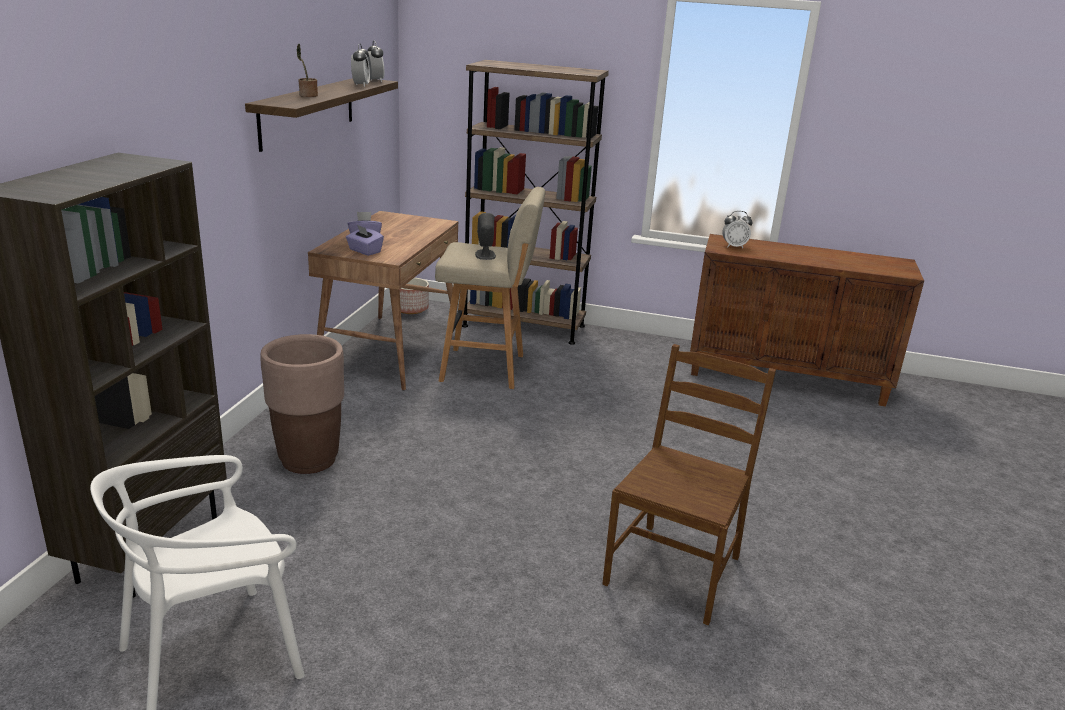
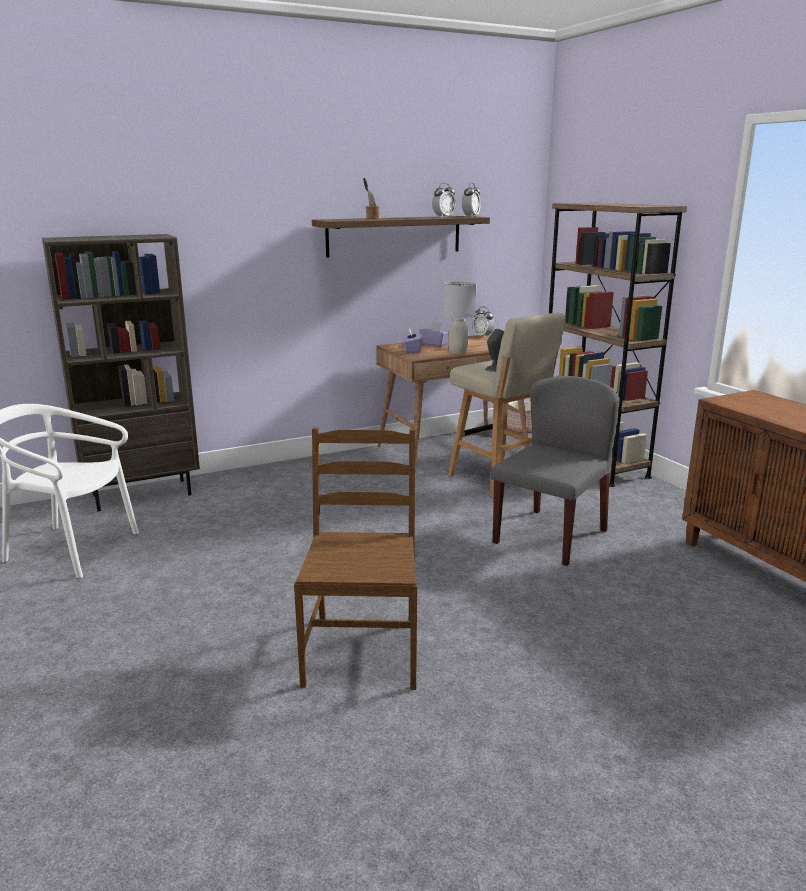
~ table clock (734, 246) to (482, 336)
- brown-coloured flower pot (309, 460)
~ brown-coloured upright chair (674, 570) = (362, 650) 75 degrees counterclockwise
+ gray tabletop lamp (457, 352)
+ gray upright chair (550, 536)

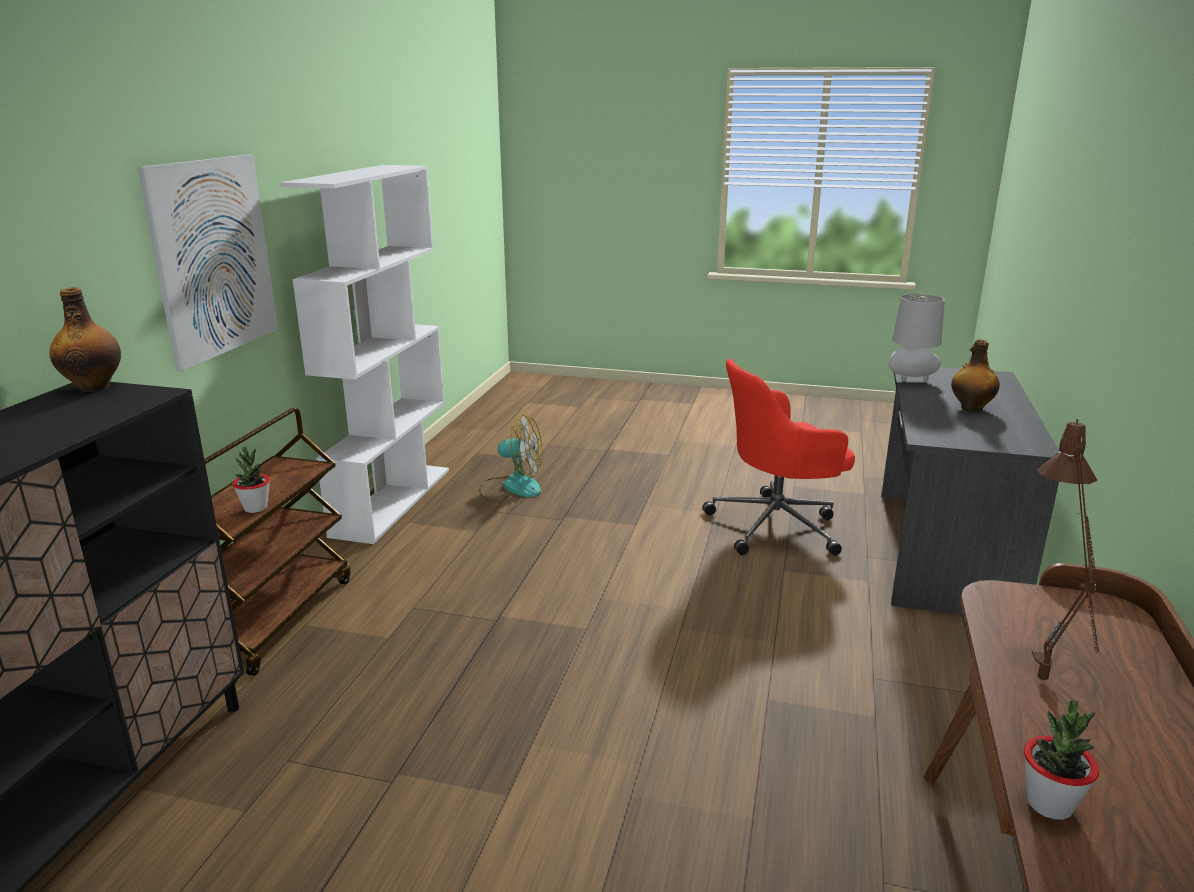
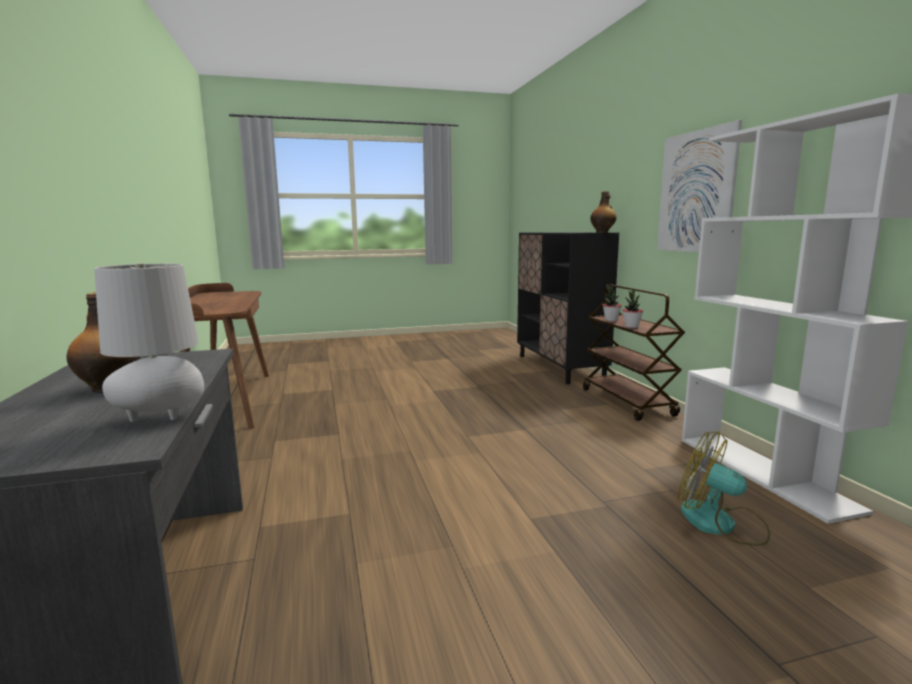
- red-coloured computer chair (777, 526)
~ fan (512, 487) = (720, 523) 60 degrees clockwise
- brown-coloured tabletop lamp (1045, 689)
~ potted plant (1049, 804) to (631, 326)

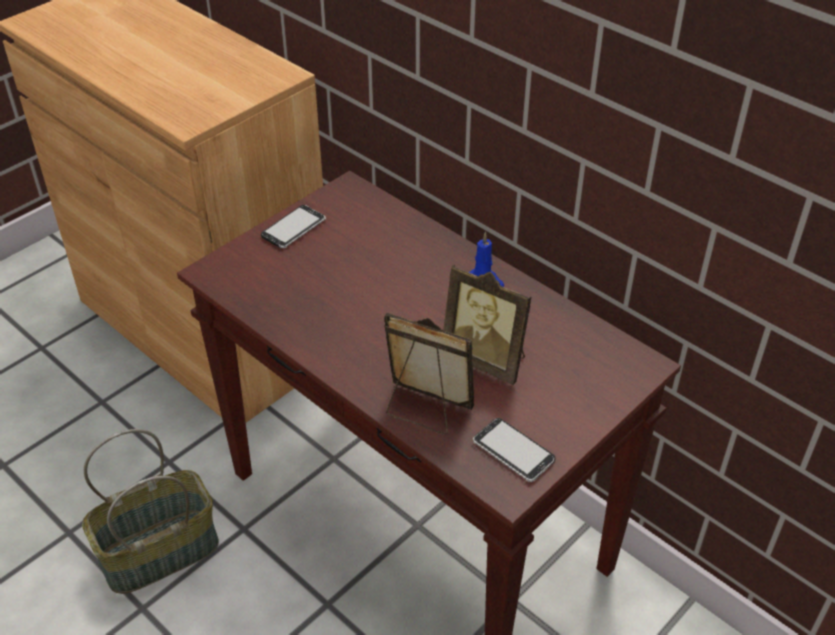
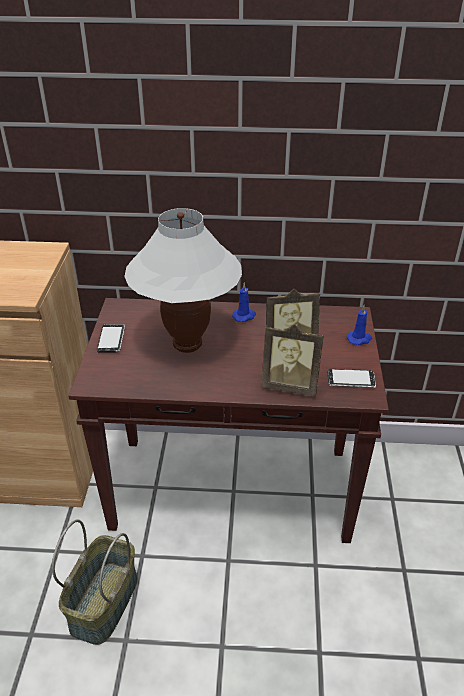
~ picture frame (425, 410) = (290, 385) 150 degrees counterclockwise
+ white-coloured tabletop lamp (187, 344)
+ blue-coloured wax light (359, 339)

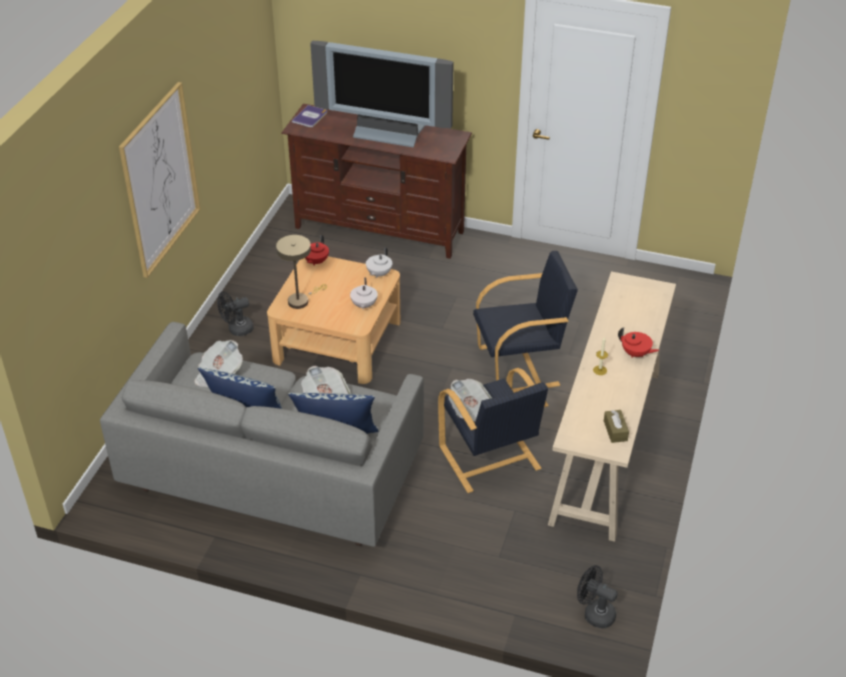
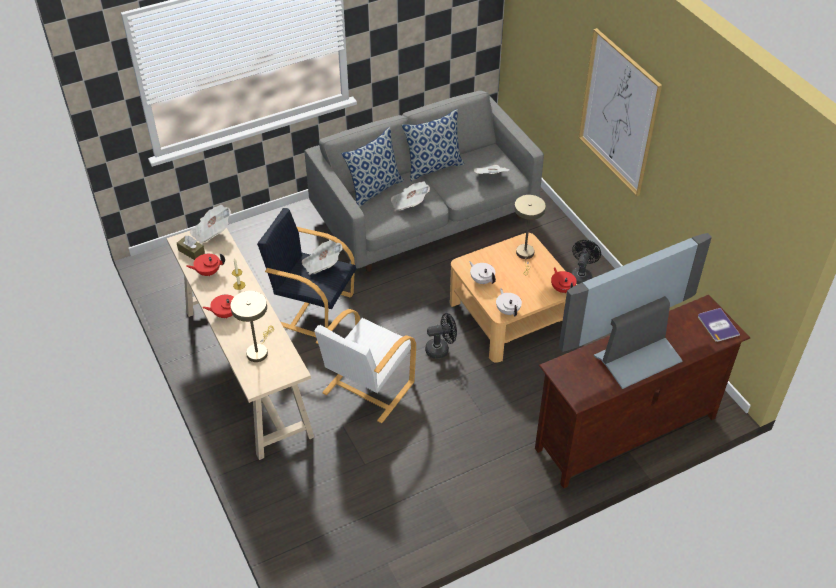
~ black armchair (520, 366) to white-coloured armchair (367, 388)
~ black fan (594, 613) to (441, 349)
+ newspaper (211, 232)
+ red-coloured tea pot (208, 272)
+ sand-coloured tabletop lamp (258, 351)

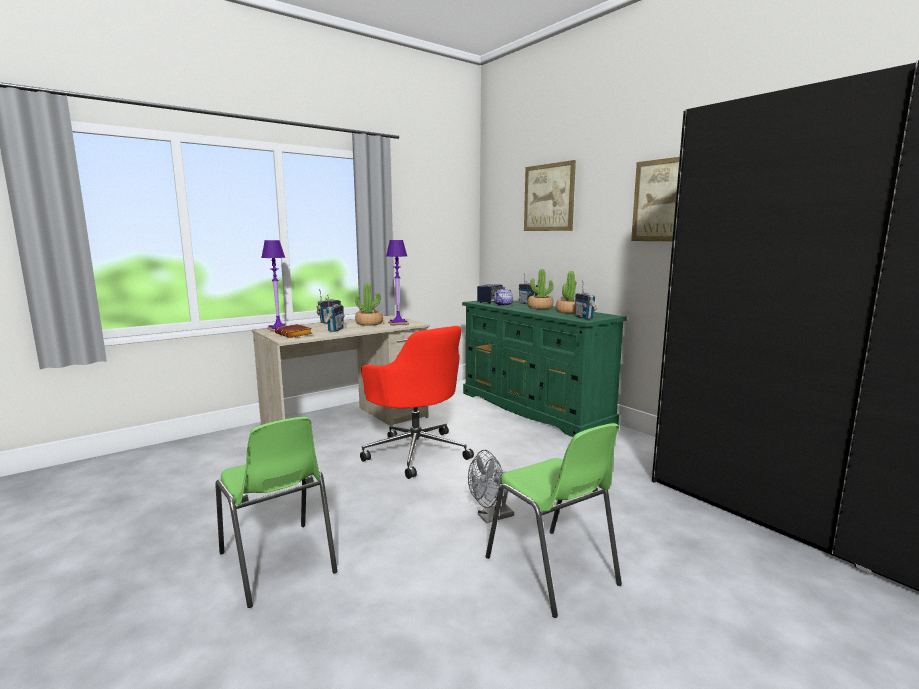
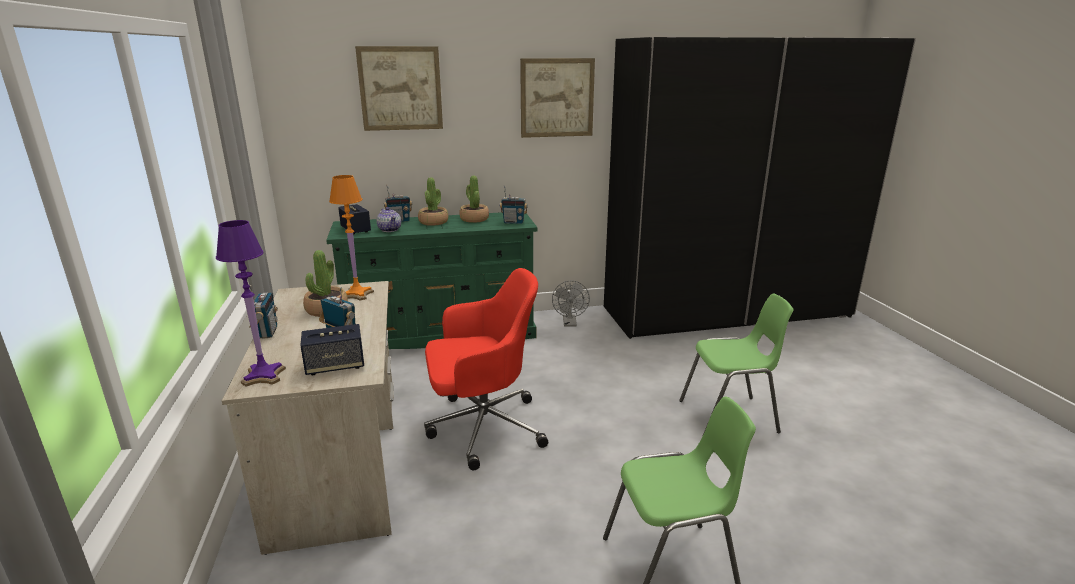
~ purplish tabletop lamp (398, 323) to orange tabletop lamp (357, 294)
~ brown-coloured volume (295, 334) to speaker (335, 366)
~ gray fan (490, 517) to (570, 324)

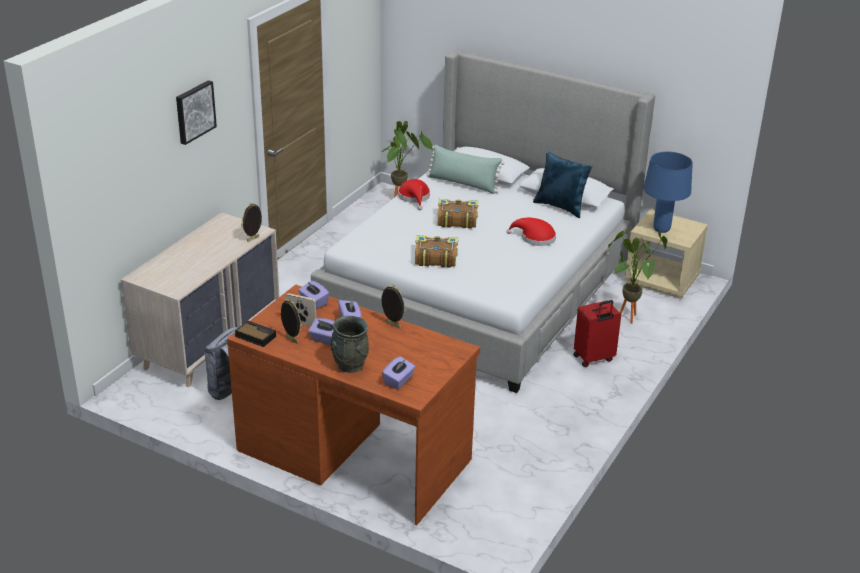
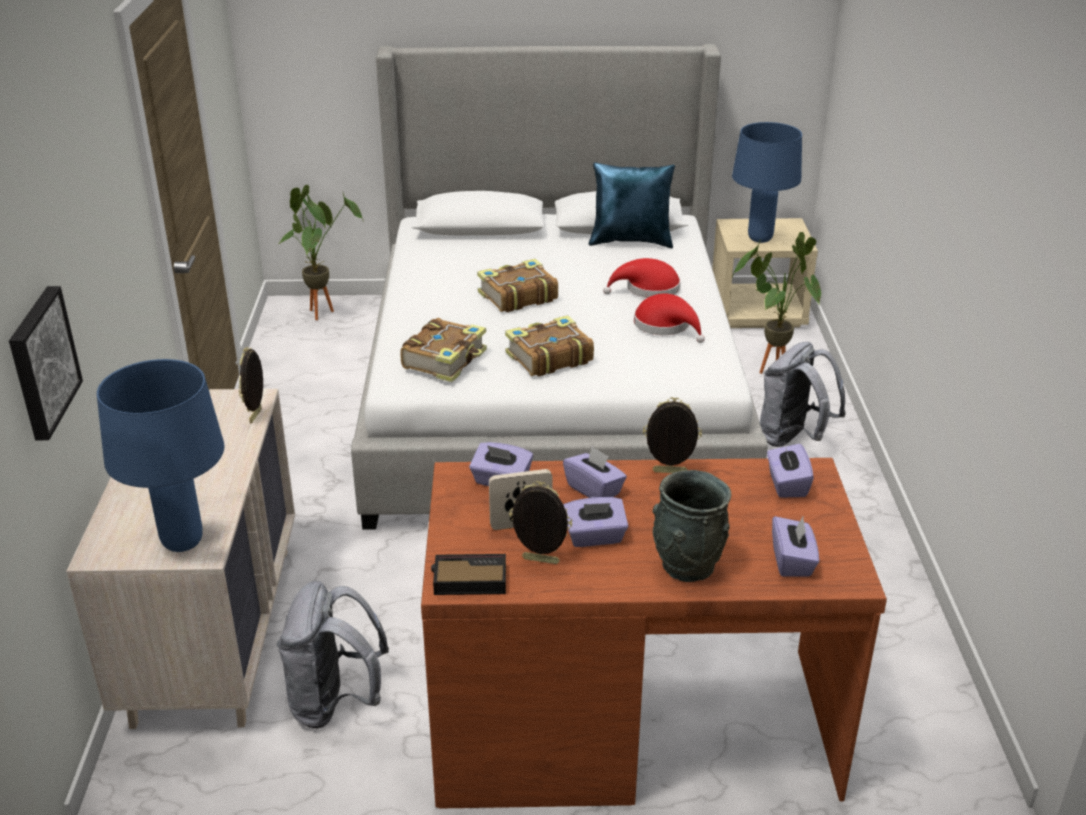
~ picture (194, 111) to (41, 362)
- green-coloured cushion (463, 184)
~ red-coloured clothing hat (414, 197) to (665, 326)
~ red-coloured suitcase (594, 358) to gray backpack (793, 439)
+ volume (446, 360)
+ blue-coloured tabletop lamp (183, 542)
+ purplish tissue box (786, 484)

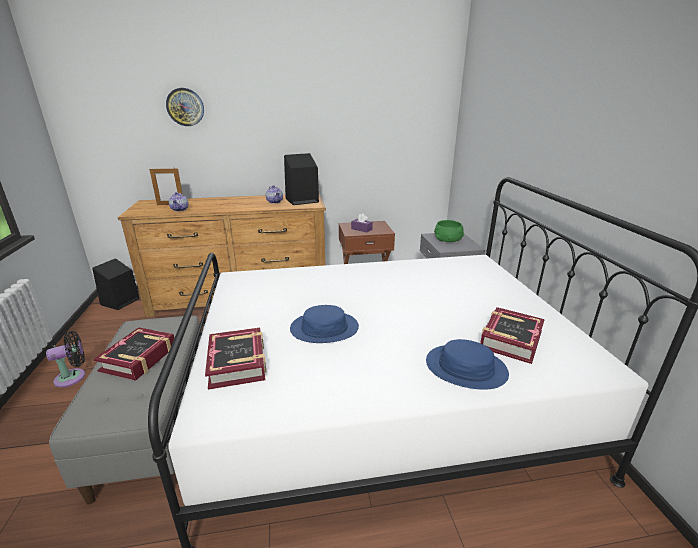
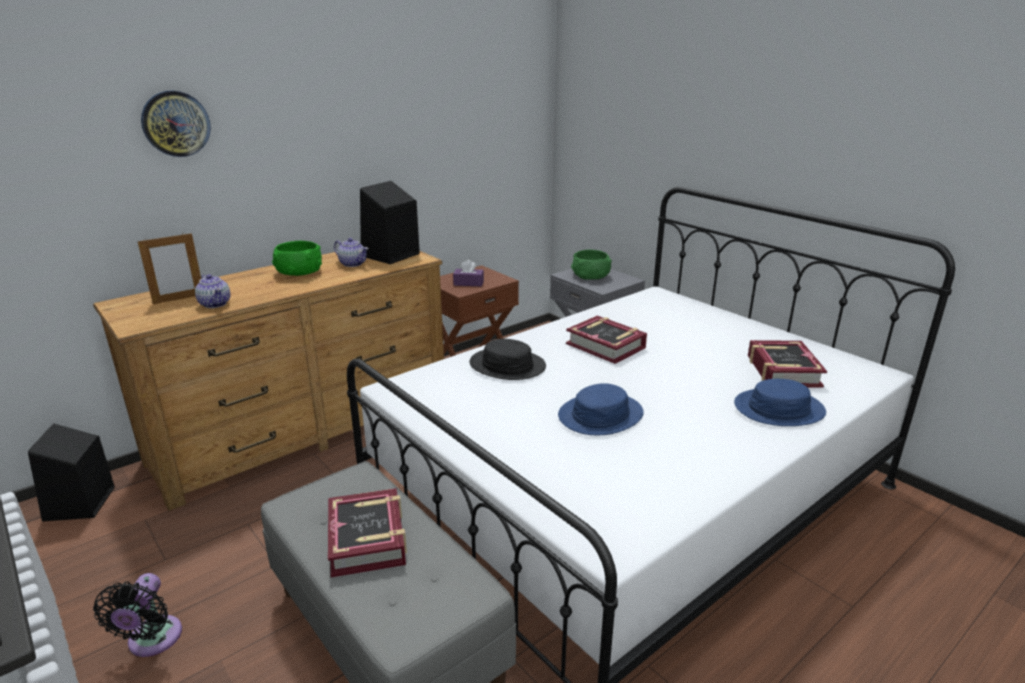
~ volume (238, 363) to (606, 346)
~ black fan (73, 377) = (152, 641) 150 degrees clockwise
+ green-coloured bowl (299, 272)
+ black clothing hat (507, 365)

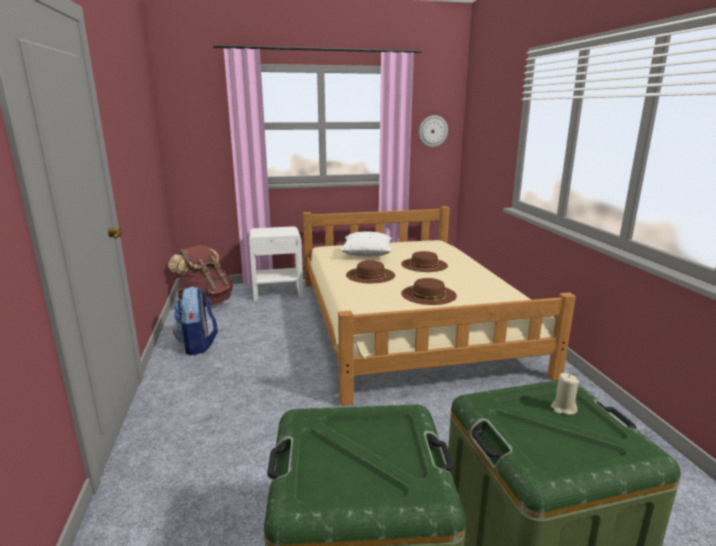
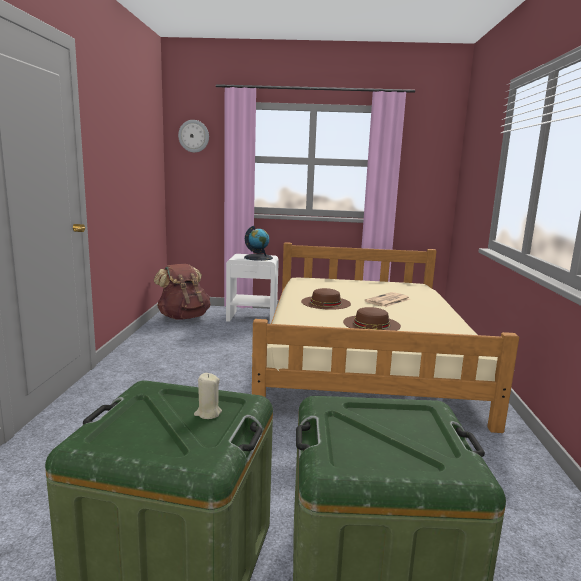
~ wall clock (433, 131) to (194, 136)
- white-coloured cushion (367, 254)
~ brown-coloured clothing hat (424, 265) to newspaper (387, 300)
- backpack (198, 345)
~ sand-coloured wax light (563, 408) to (208, 413)
+ world globe (258, 257)

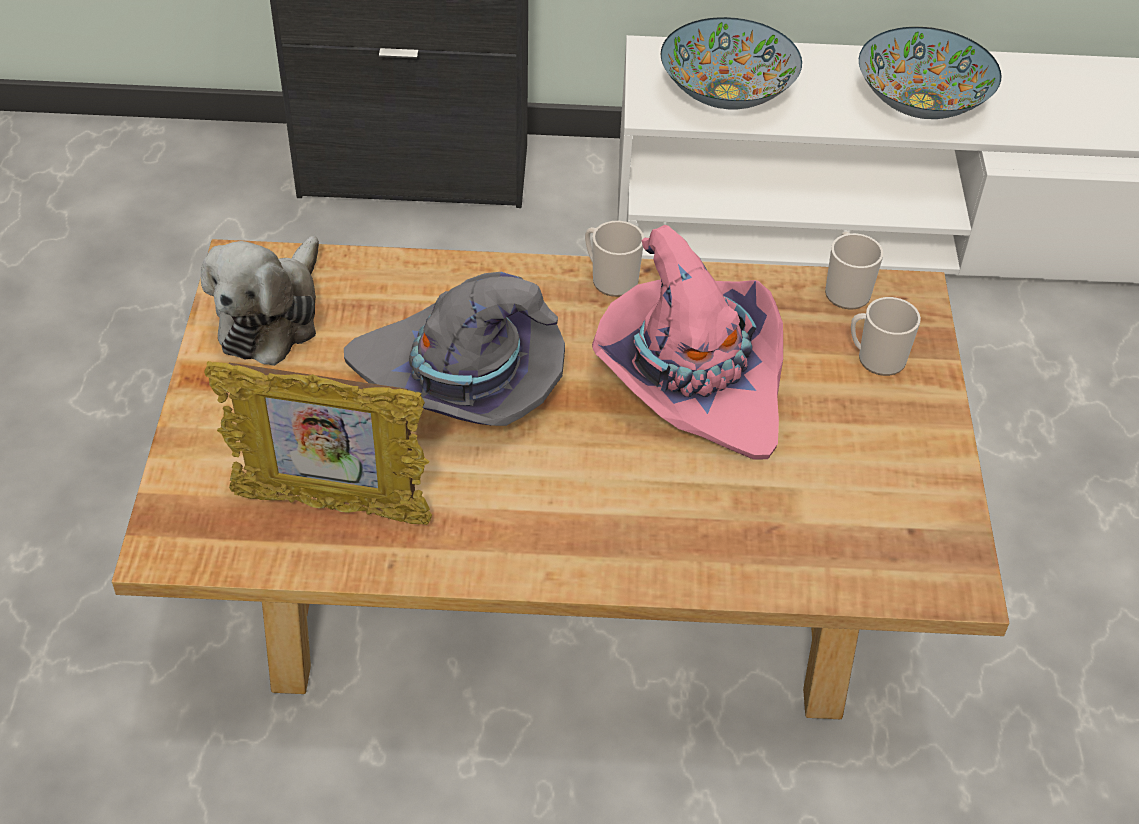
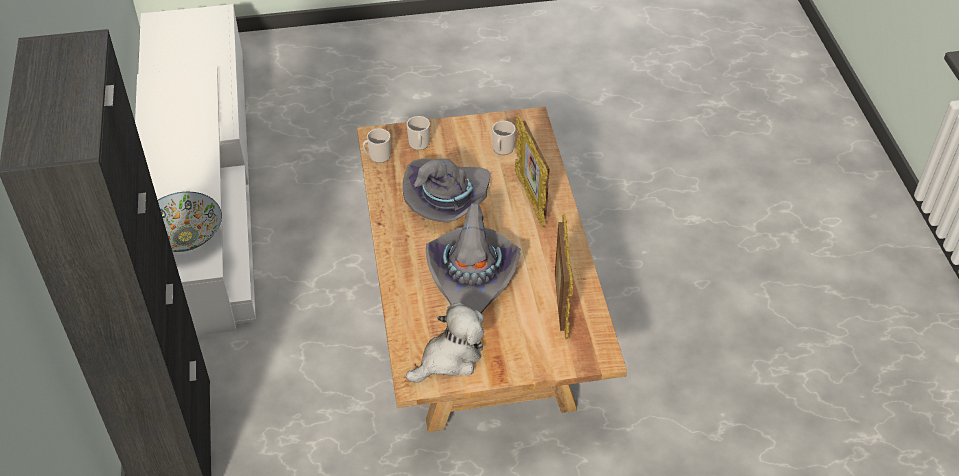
- bowl (920, 102)
~ mug (610, 279) to (502, 150)
~ pink-coloured clothing hat (692, 378) to gray clothing hat (448, 200)
~ plush toy (272, 317) = (450, 358) 45 degrees counterclockwise
+ picture frame (530, 199)

